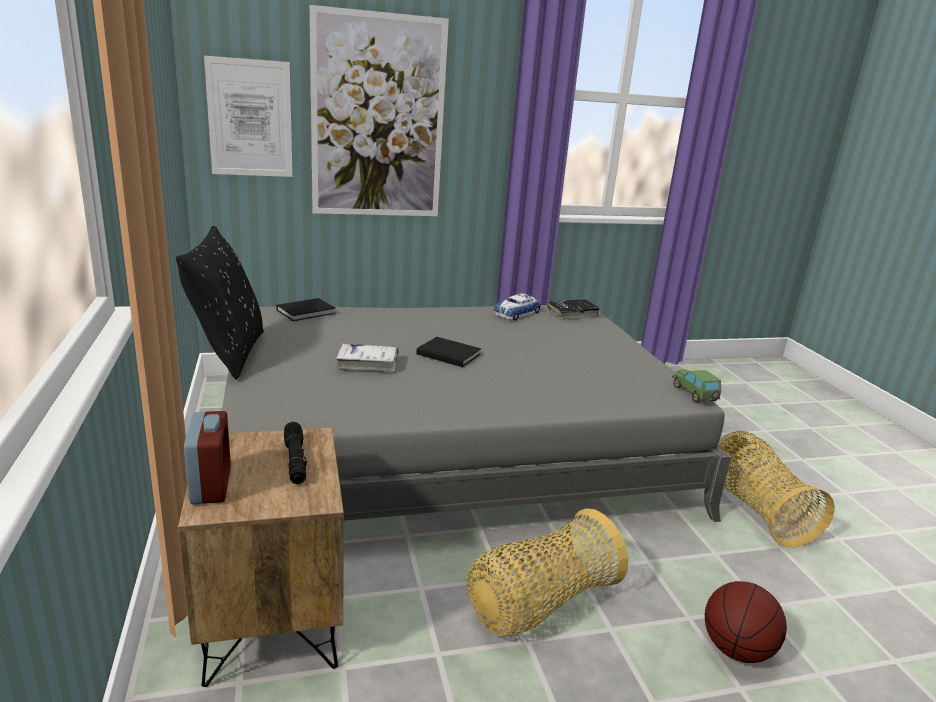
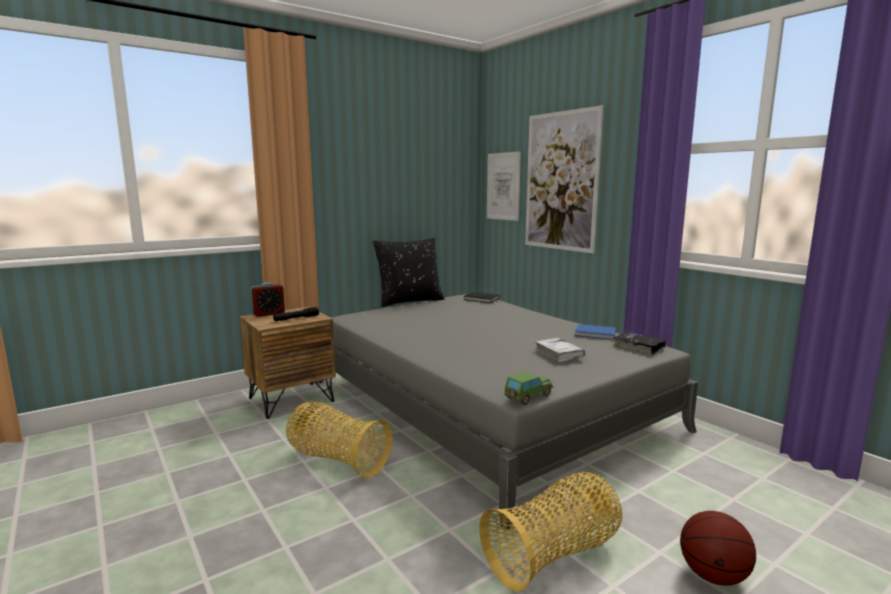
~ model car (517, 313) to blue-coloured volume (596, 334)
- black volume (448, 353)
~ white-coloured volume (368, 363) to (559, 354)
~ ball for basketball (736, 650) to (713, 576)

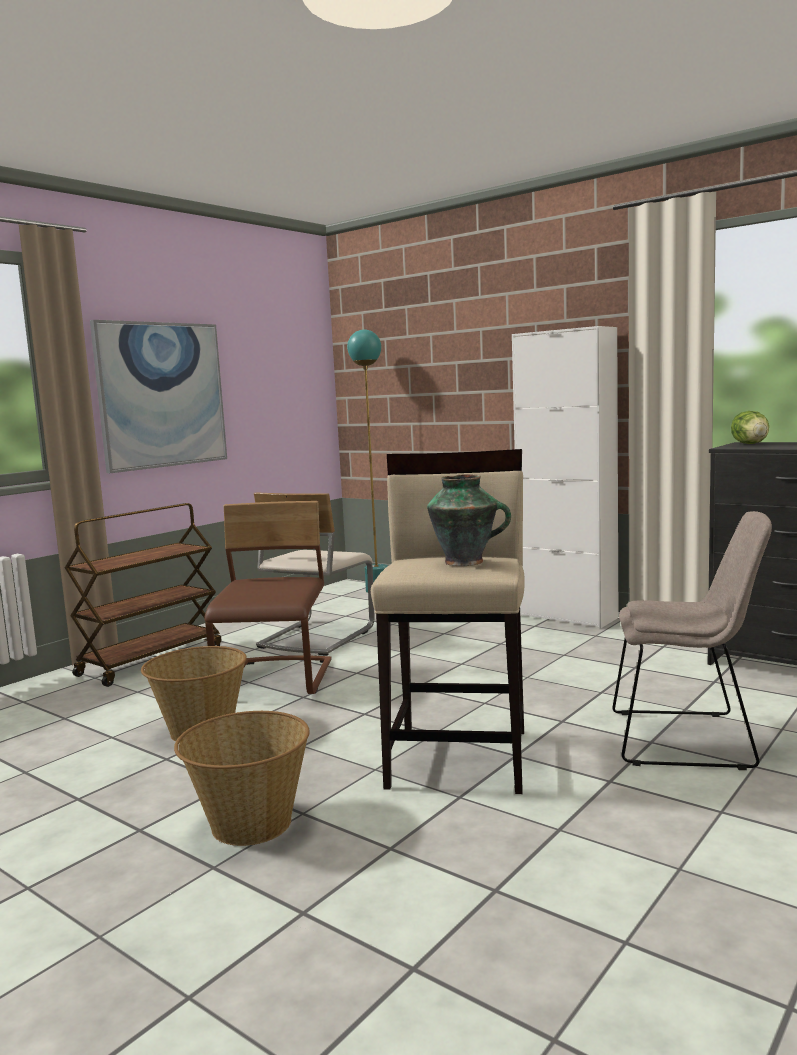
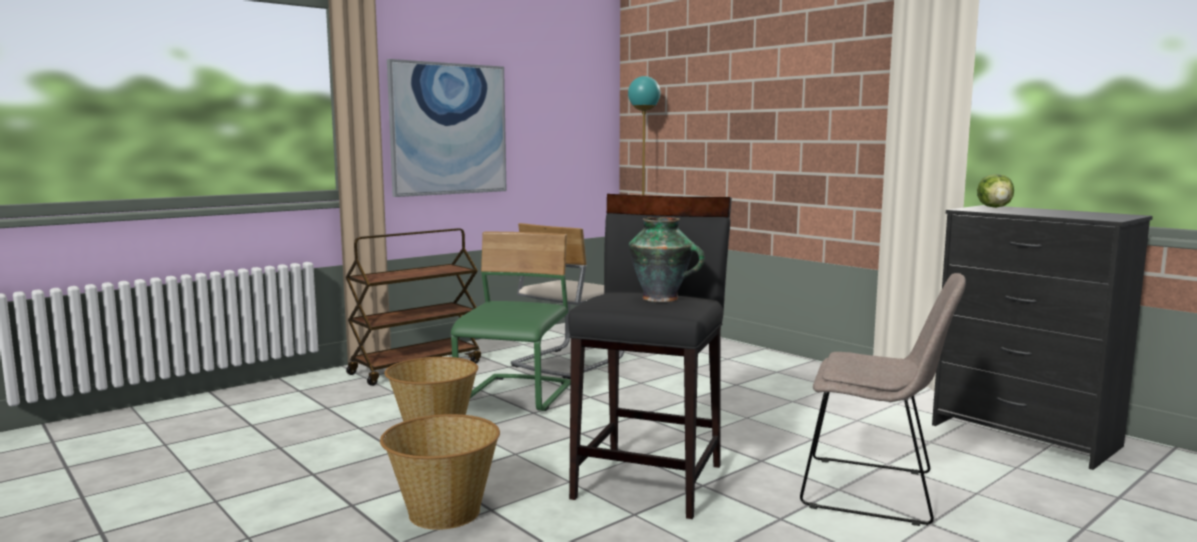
- white-coloured cupboard (567, 616)
~ sand-coloured stool (460, 757) to black stool (650, 480)
~ brown-coloured upright chair (277, 680) to green-coloured upright chair (517, 396)

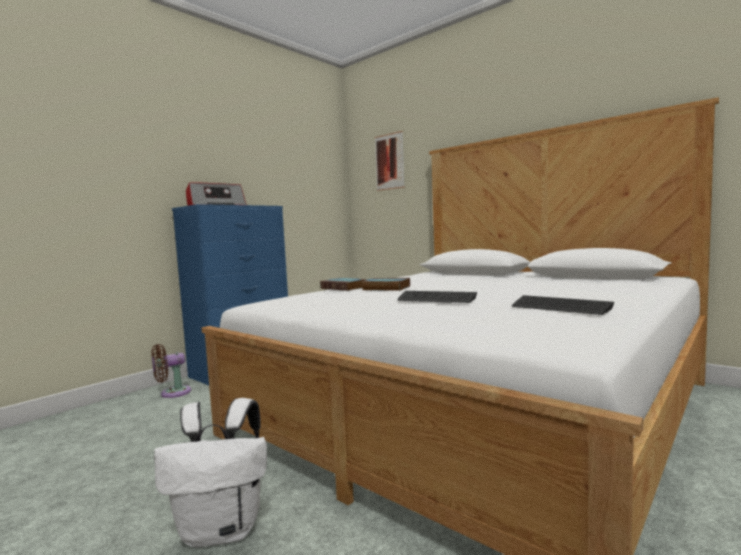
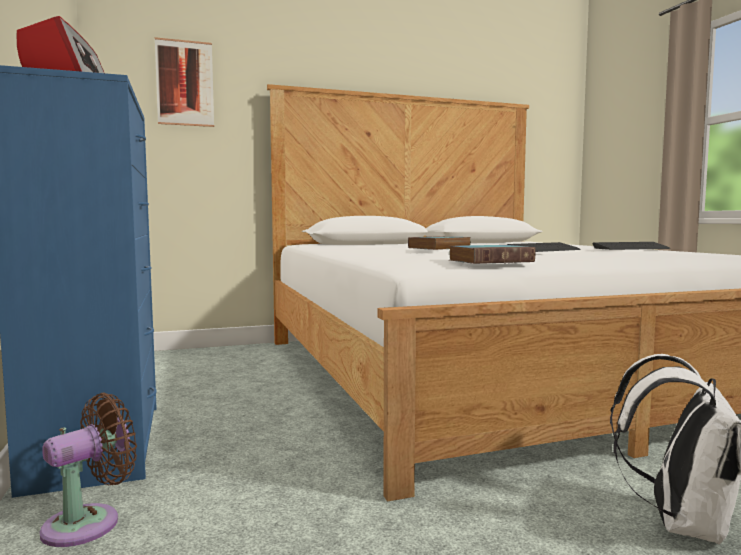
~ volume (344, 288) to (491, 261)
~ brown-coloured fan (172, 393) = (89, 523) 135 degrees counterclockwise

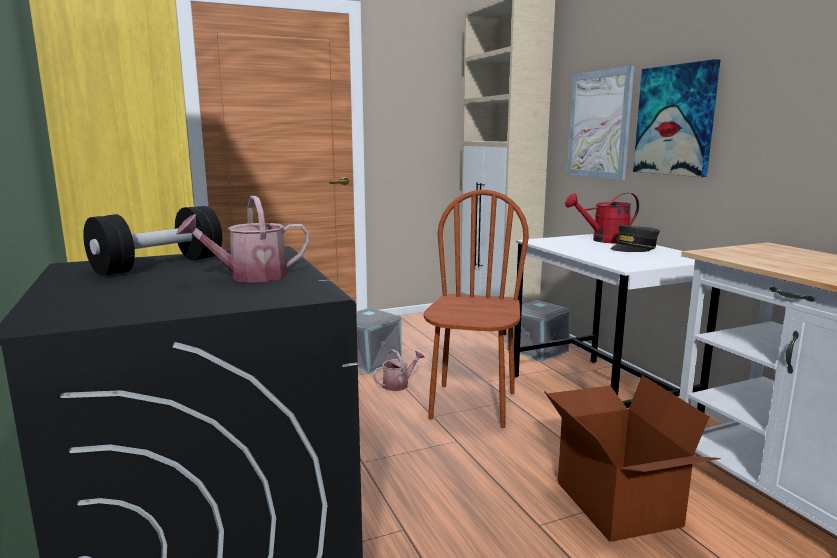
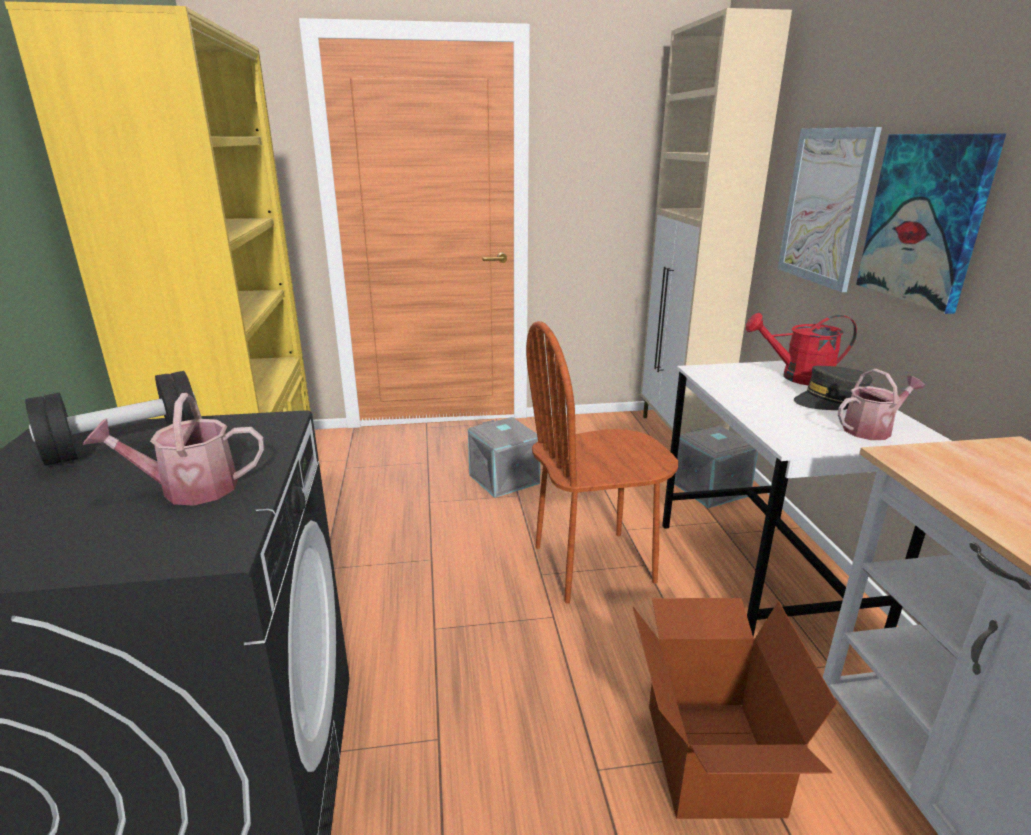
~ brown-coloured upright chair (472, 405) = (594, 564) 135 degrees counterclockwise
~ watering pot (398, 384) to (871, 429)

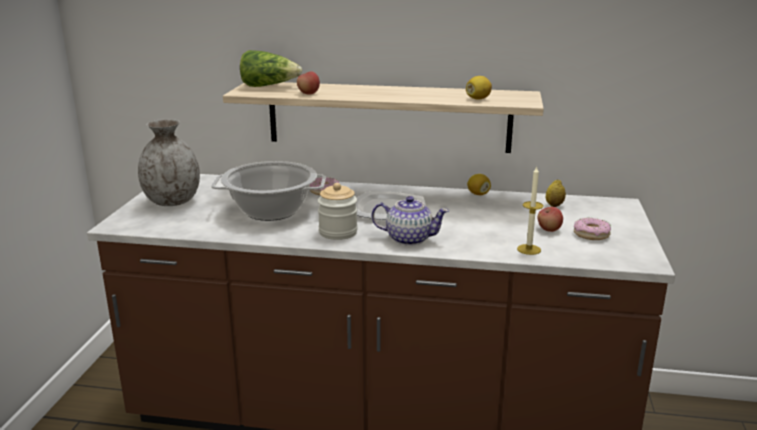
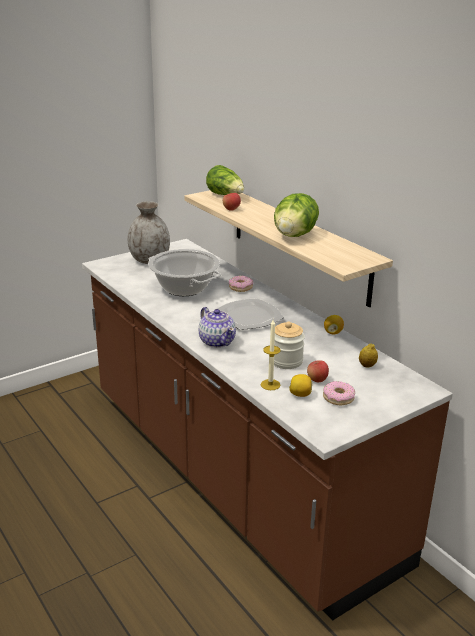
~ whole lemon (478, 99) to (300, 394)
~ jar (338, 232) to (286, 361)
+ head of lettuce (294, 235)

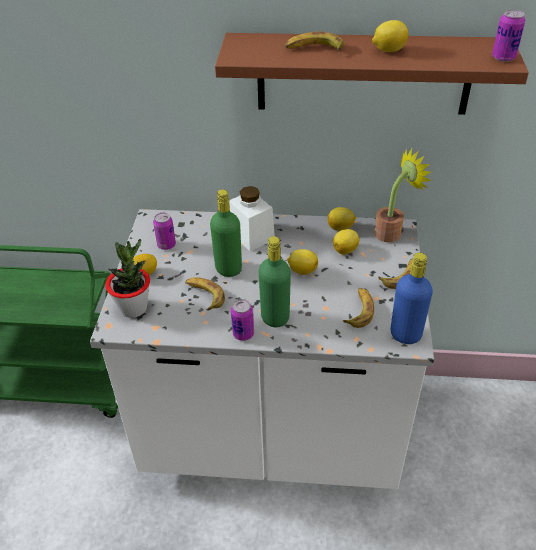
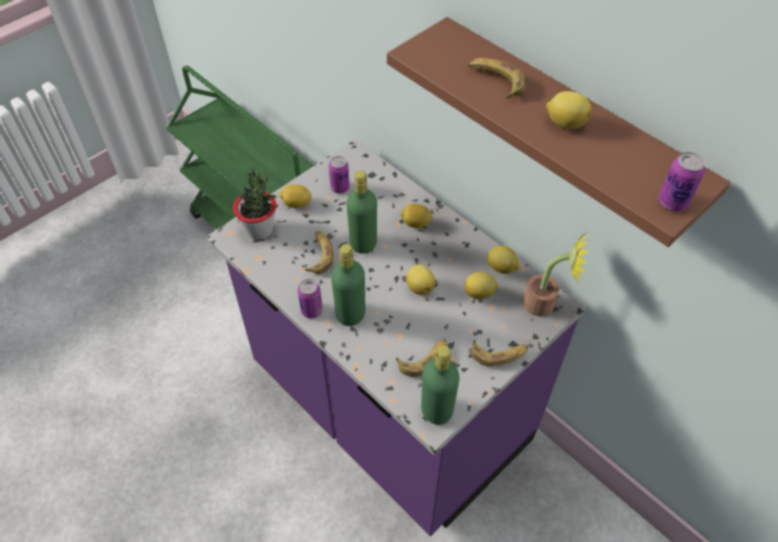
~ white-coloured jar (251, 235) to whole lemon (415, 223)
~ white-coloured kitchen base unit (271, 433) to purplish kitchen base unit (389, 407)
~ blue-coloured bottle (405, 334) to green-coloured bottle (437, 410)

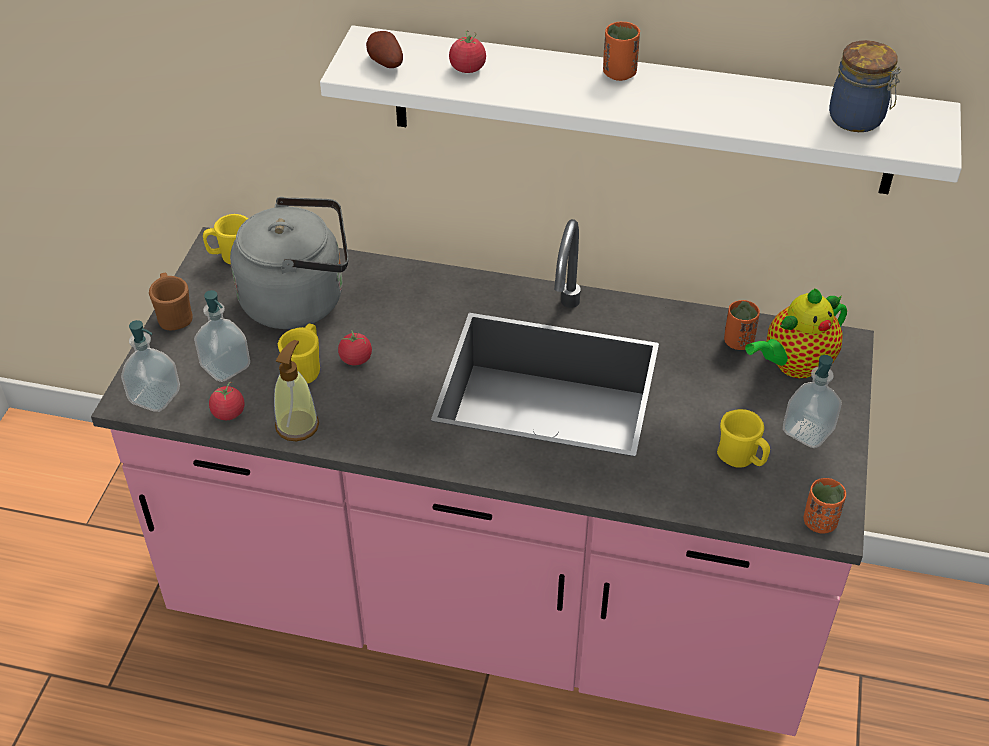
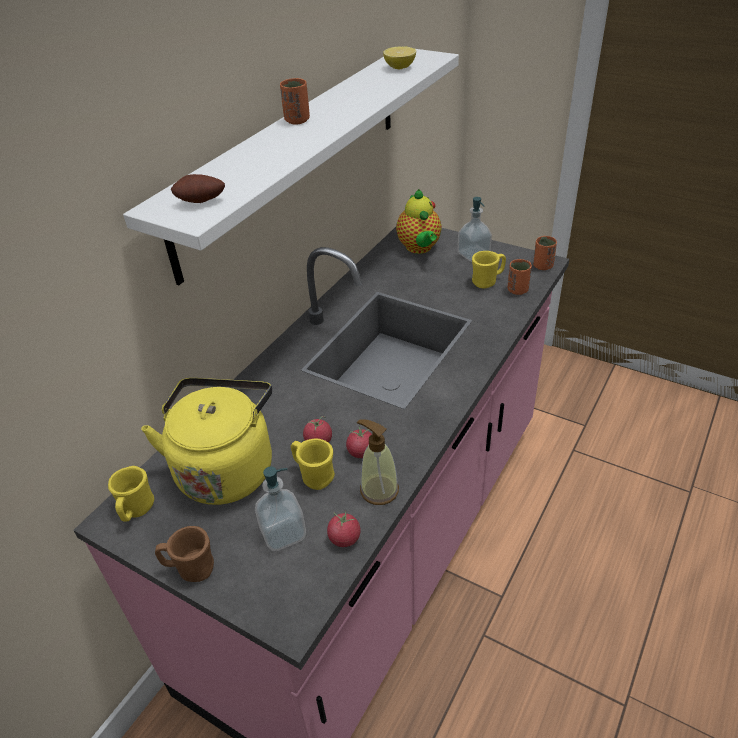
~ tomato (467, 68) to (361, 452)
~ jar (858, 119) to whole lemon (400, 68)
~ gray tea kettle (300, 299) to yellow-coloured tea kettle (226, 467)
~ orange small cup (738, 341) to (517, 290)
- liquid soap bottle (155, 396)

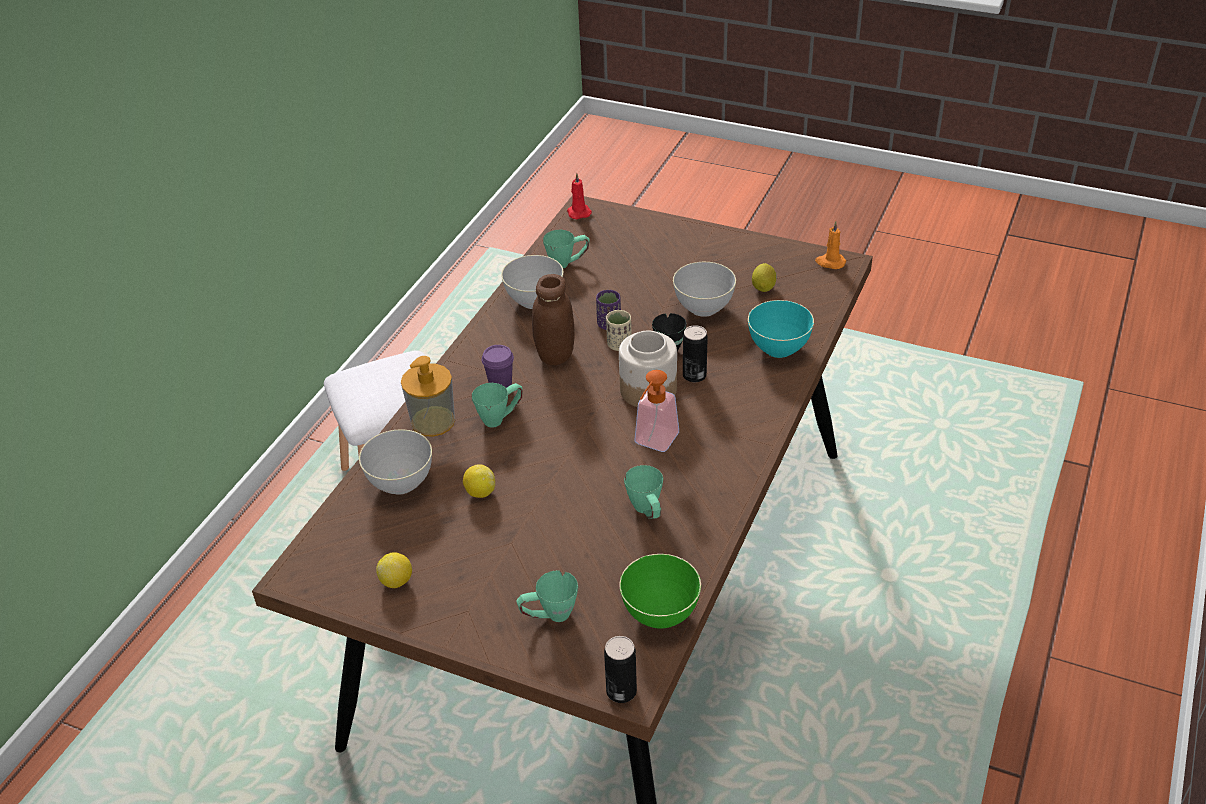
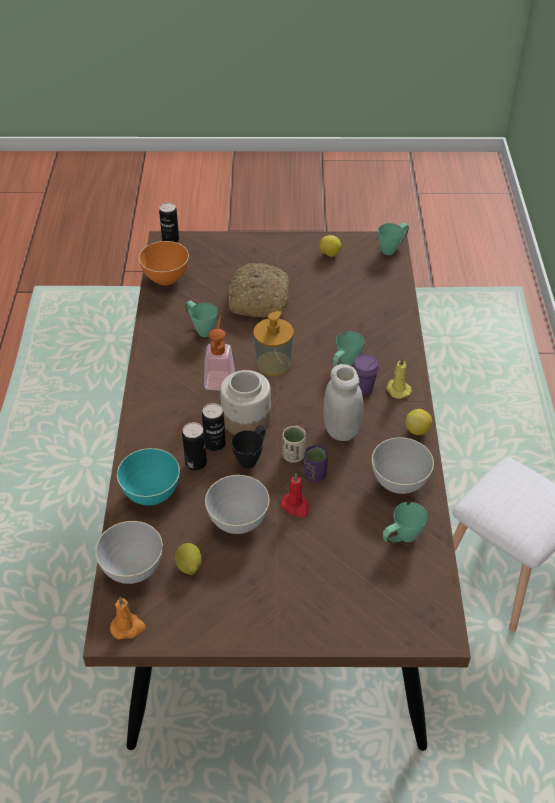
~ red-coloured wax light (578, 212) to (296, 506)
~ brown-coloured jar (555, 355) to white-coloured jar (341, 430)
~ liquid soap bottle (433, 421) to (273, 364)
~ gray bowl (401, 482) to (133, 569)
~ whole lemon (480, 492) to (417, 430)
~ green-coloured bowl (660, 613) to orange bowl (166, 278)
~ green-coloured mug (549, 616) to (392, 248)
+ bakery bread (258, 299)
+ yellow-coloured wax light (397, 389)
+ metal can (196, 463)

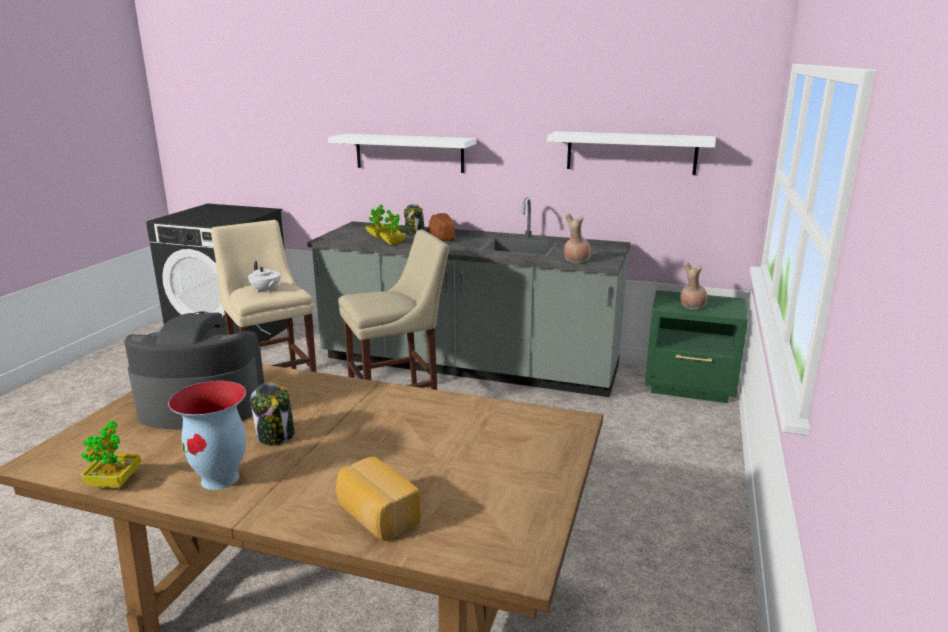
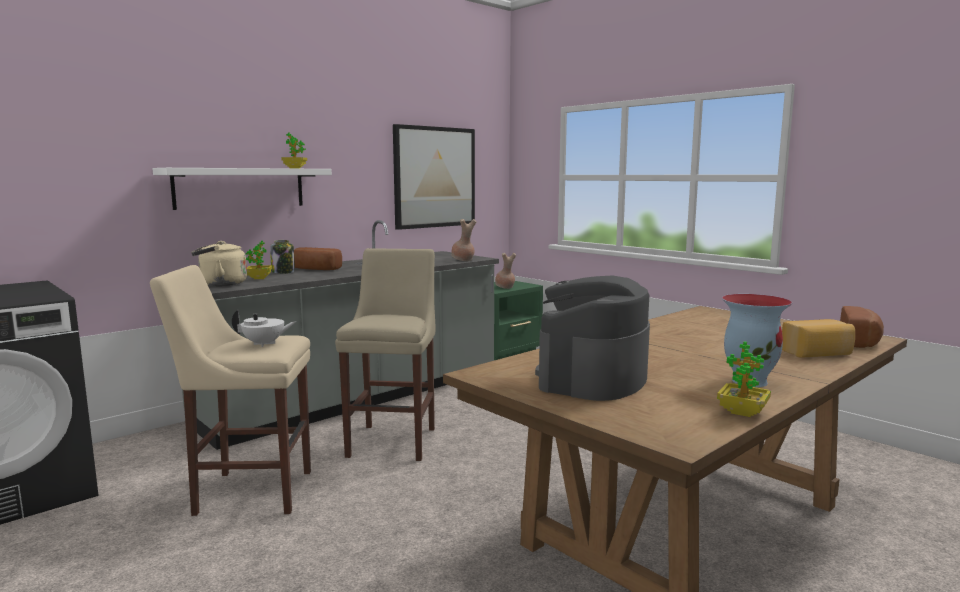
~ white-coloured shelf (631, 152) to picture (434, 177)
~ potted plant (393, 243) to (295, 168)
- jar (276, 436)
+ sand-coloured tea kettle (220, 284)
+ bakery bread (861, 341)

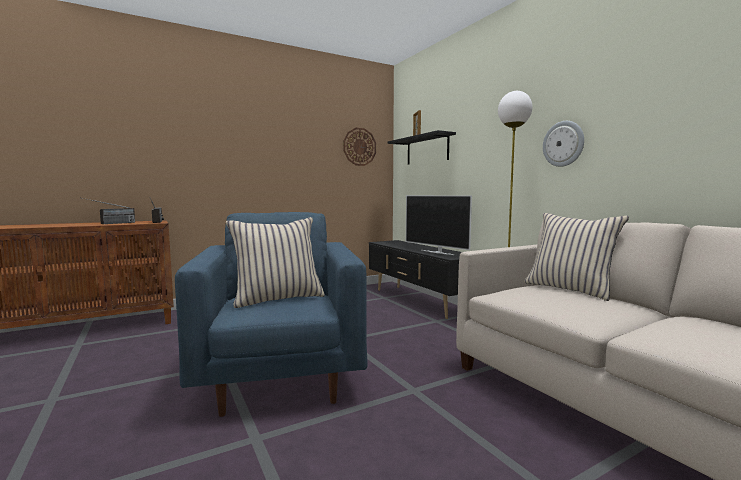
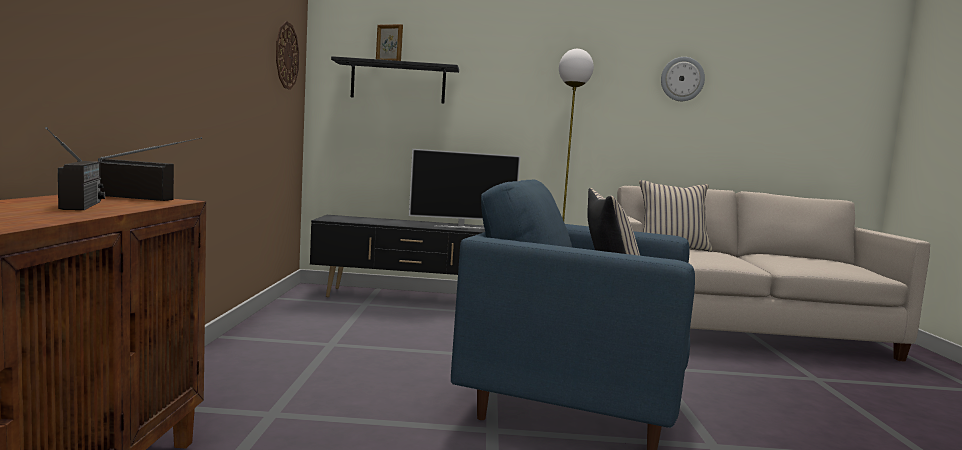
~ wall clock (563, 144) to (682, 79)

